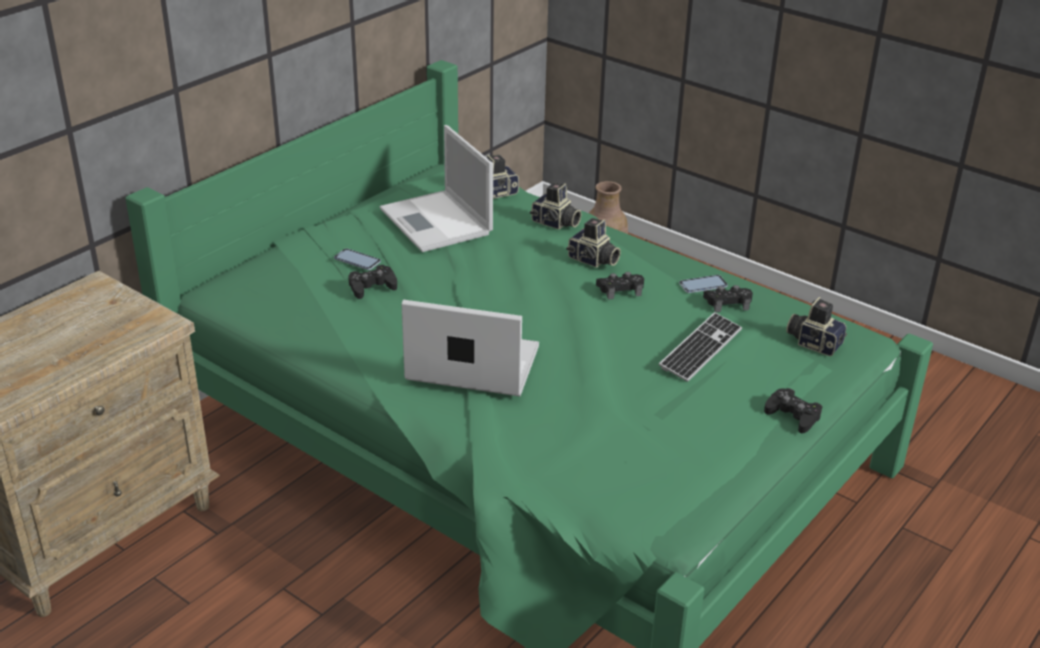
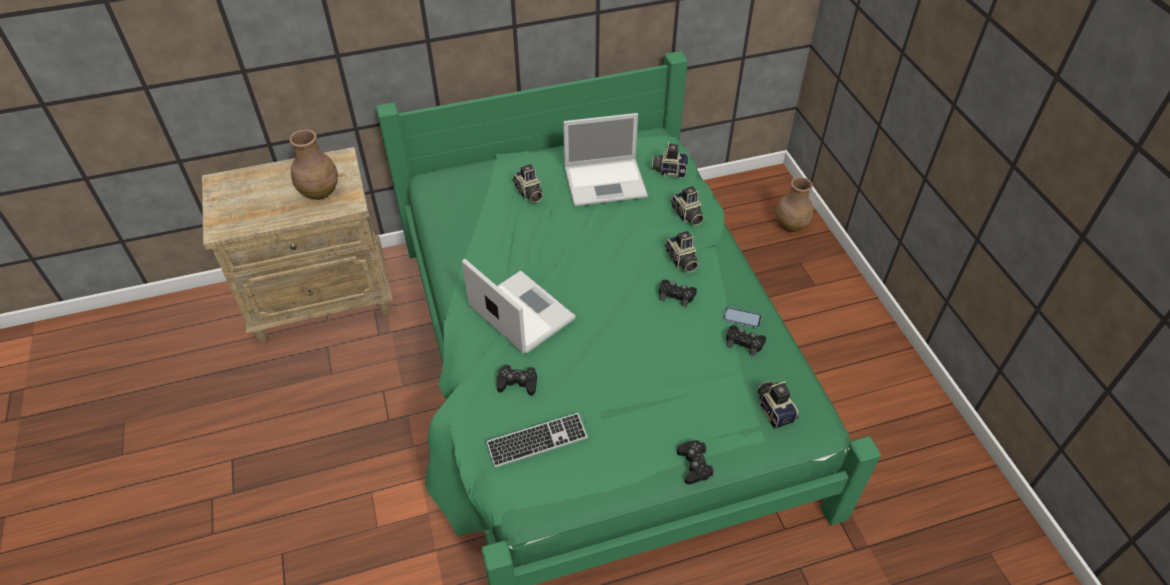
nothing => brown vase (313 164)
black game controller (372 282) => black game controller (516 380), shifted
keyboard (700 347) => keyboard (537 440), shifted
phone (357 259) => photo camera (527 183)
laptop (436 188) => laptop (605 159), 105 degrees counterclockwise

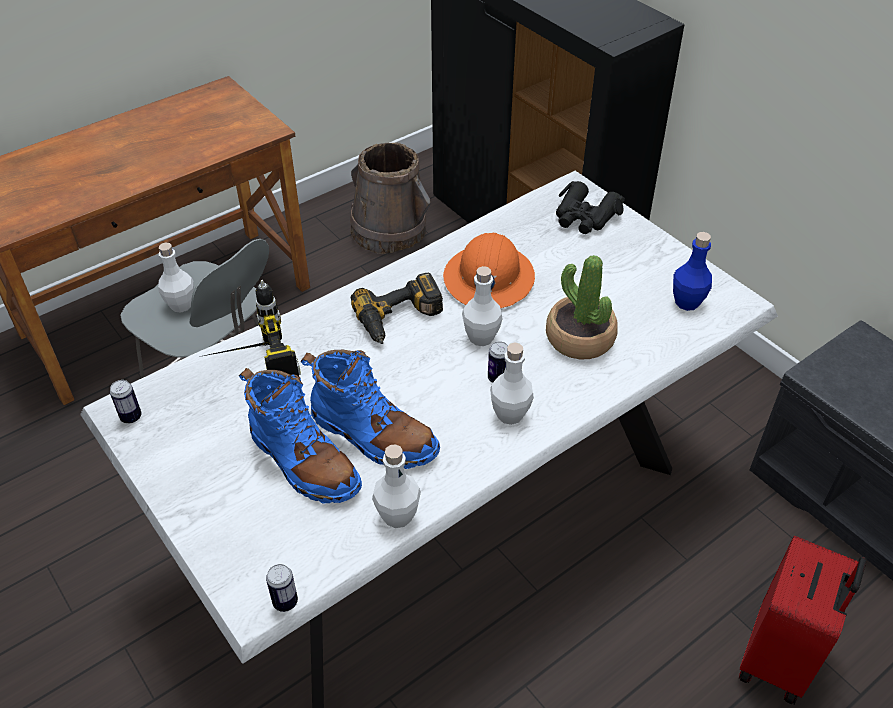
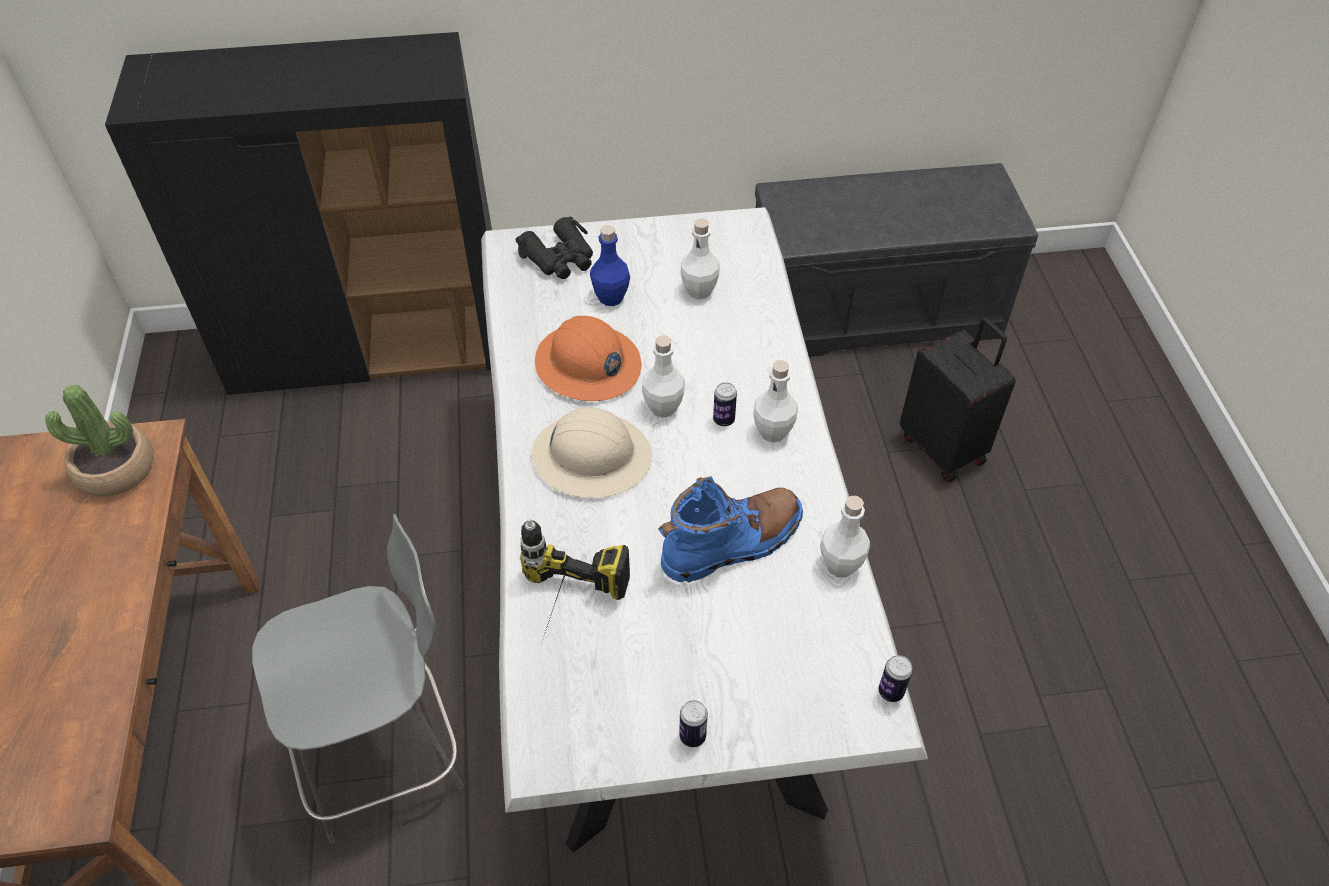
blue boot (300 436) => nothing
brown bucket (390 198) => nothing
can (126 401) => can (693 723), shifted
white bottle (176 277) => white bottle (700 258), shifted
potted plant (582 307) => potted plant (99 441), shifted
blue bottle (692 271) => blue bottle (610 265), shifted
power drill (397 308) => beige hard hat (592 452)
red suitcase (803 619) => black suitcase (958 400)

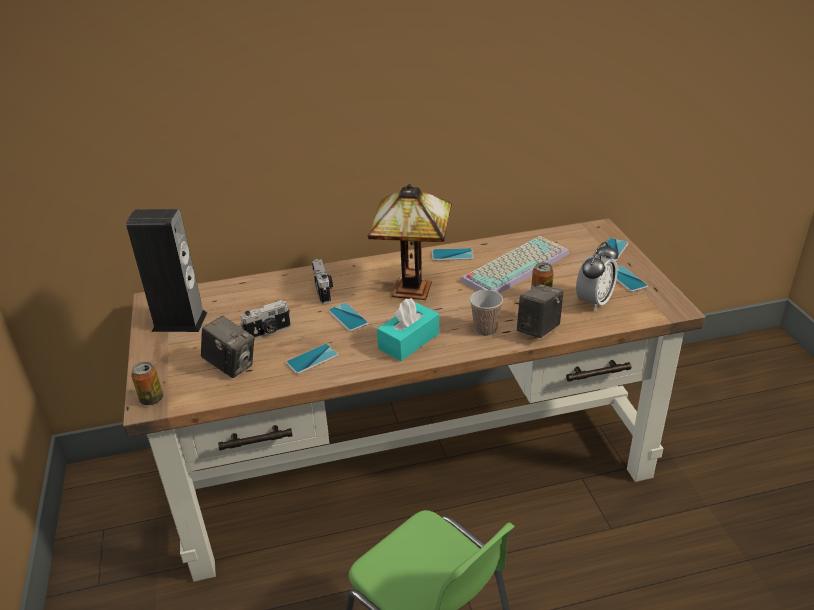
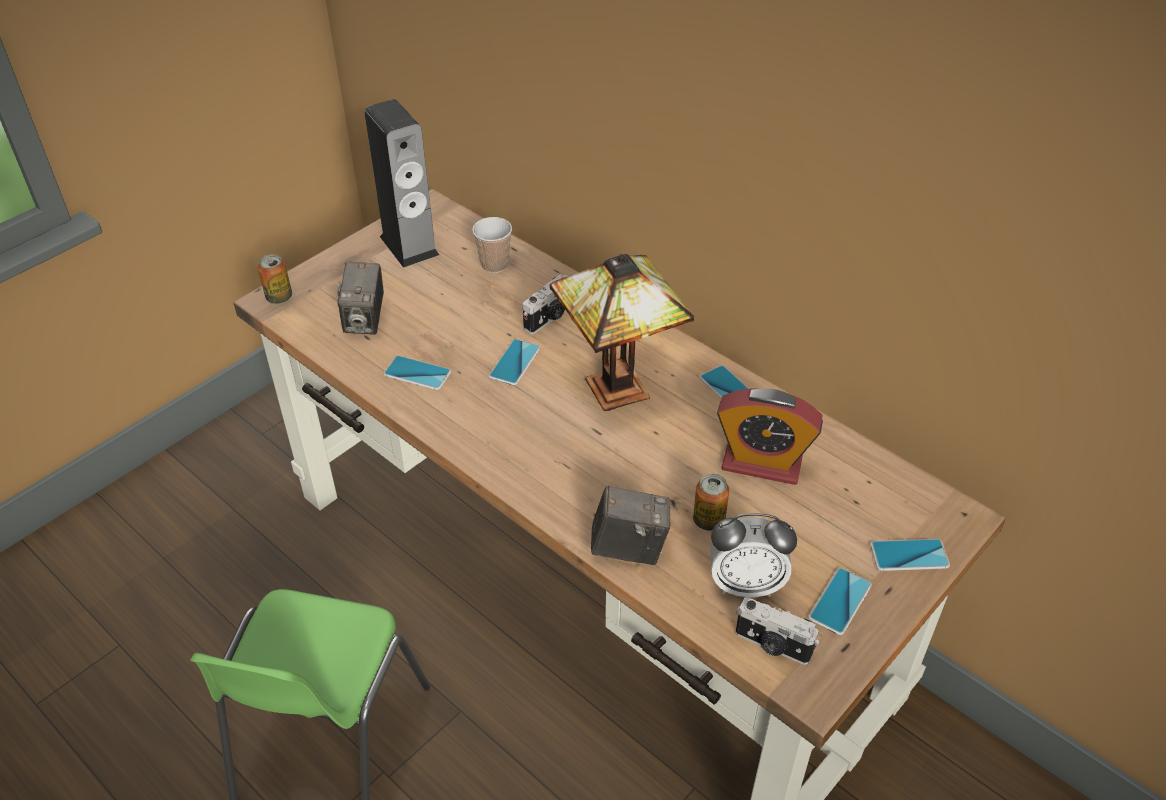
turquoise tissue box (408 329) => nothing
photo camera (265 319) => photo camera (777 631), shifted
cup (486 313) => cup (492 245), shifted
keyboard (515 264) => alarm clock (770 436)

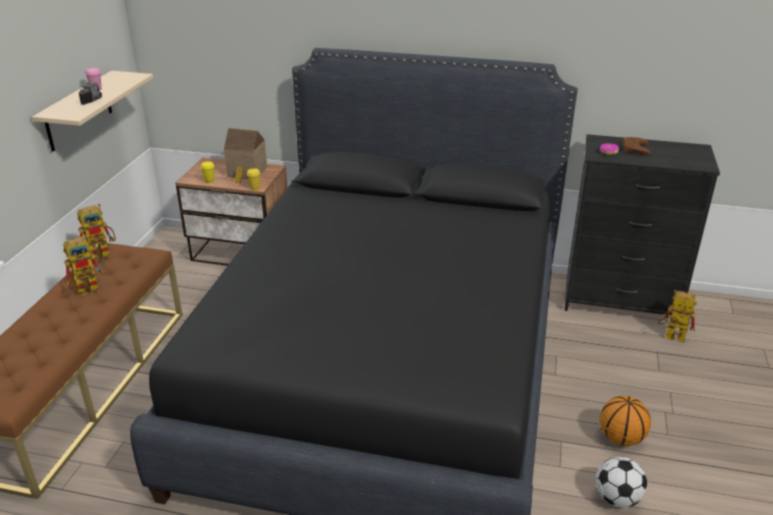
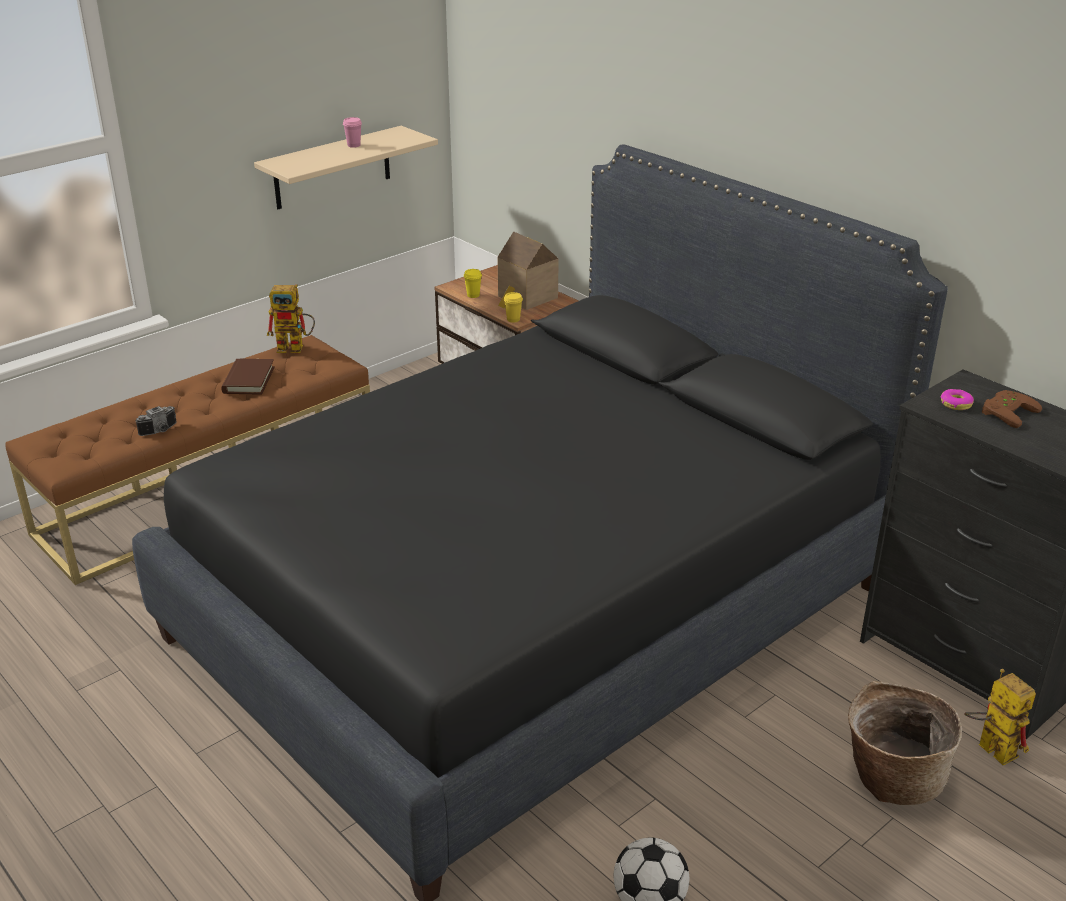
basketball (625 421) => nothing
nothing => basket (905 743)
photo camera (90 93) => photo camera (155 421), shifted
toy robot (84 266) => brown book (248 377)

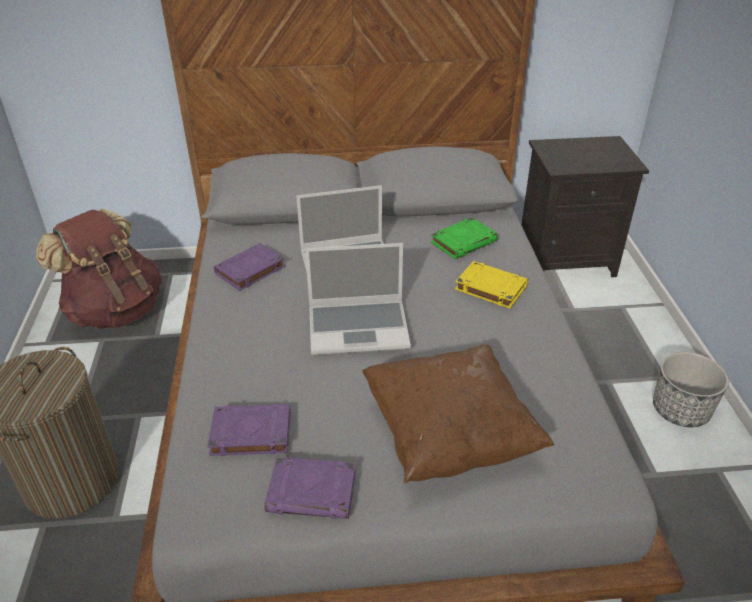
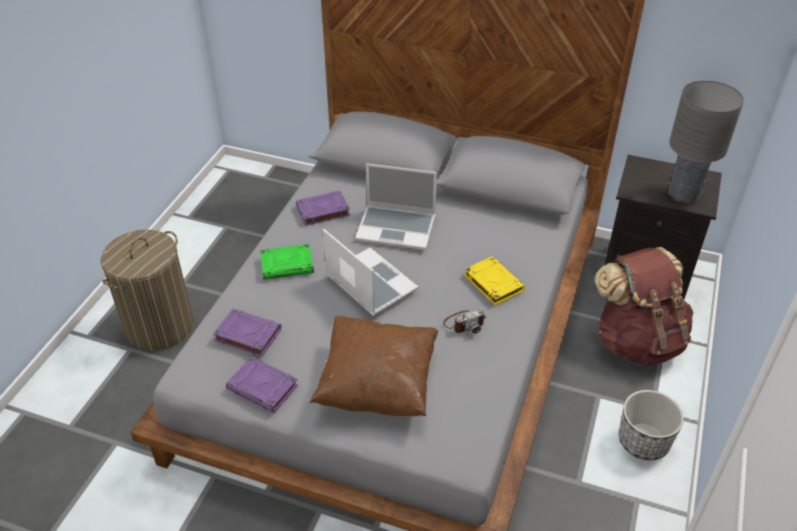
nothing => photo camera (464 322)
nothing => grey table lamp (706 141)
brown backpack (99 269) => brown backpack (644 306), shifted
green book (464 238) => green book (287 262), shifted
laptop (358 299) => laptop (370 272), 150 degrees counterclockwise

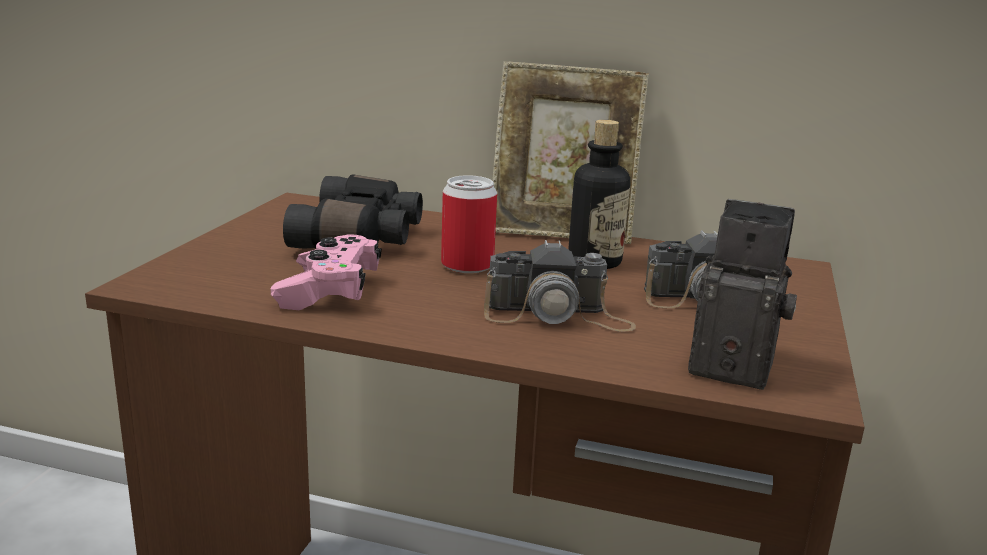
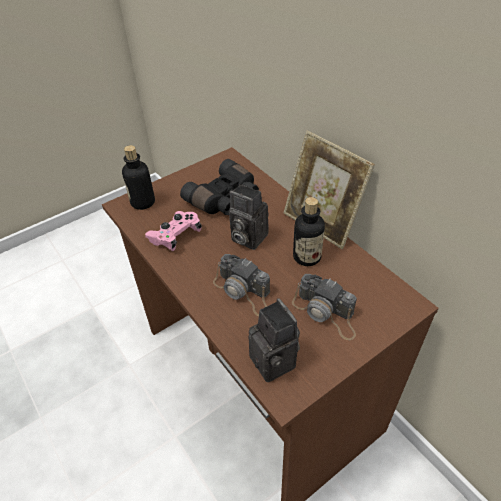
nothing => bottle (138 177)
can (469 224) => photo camera (249 217)

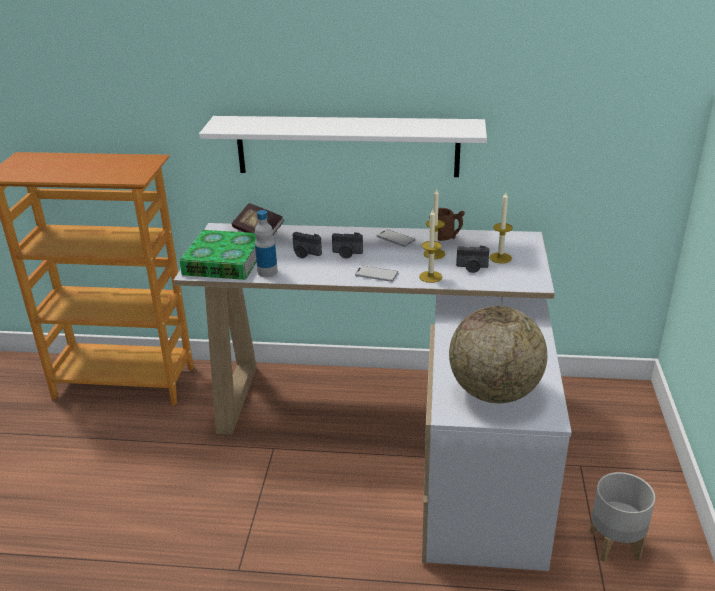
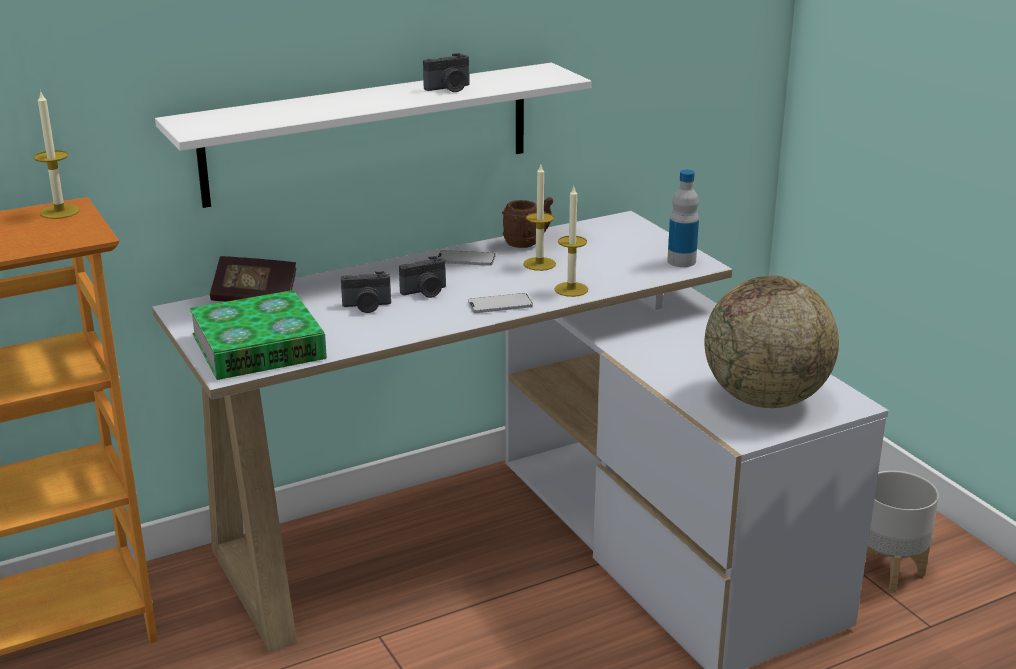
bottle (266 243) => bottle (683 218), shifted
photo camera (472 259) => photo camera (446 72), shifted
candle (501 228) => candle (57 154), shifted

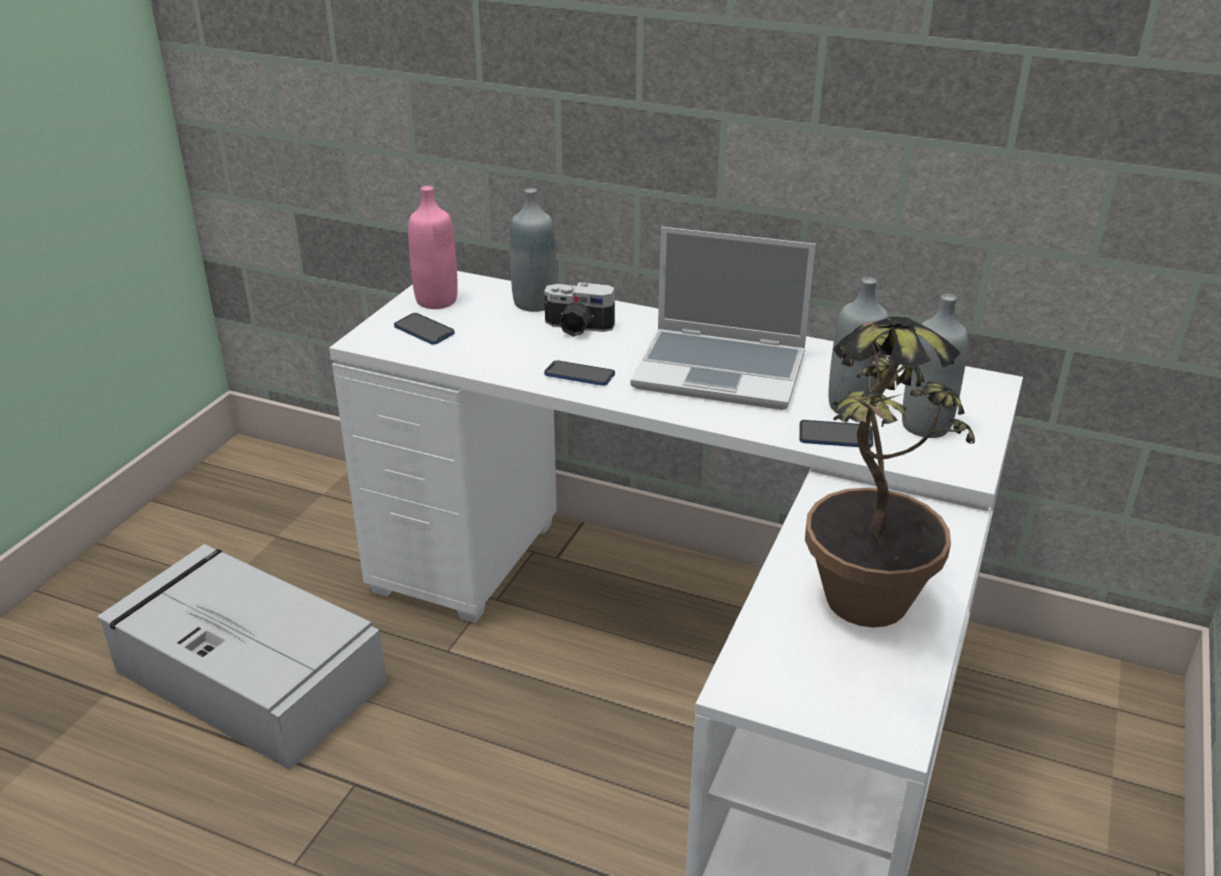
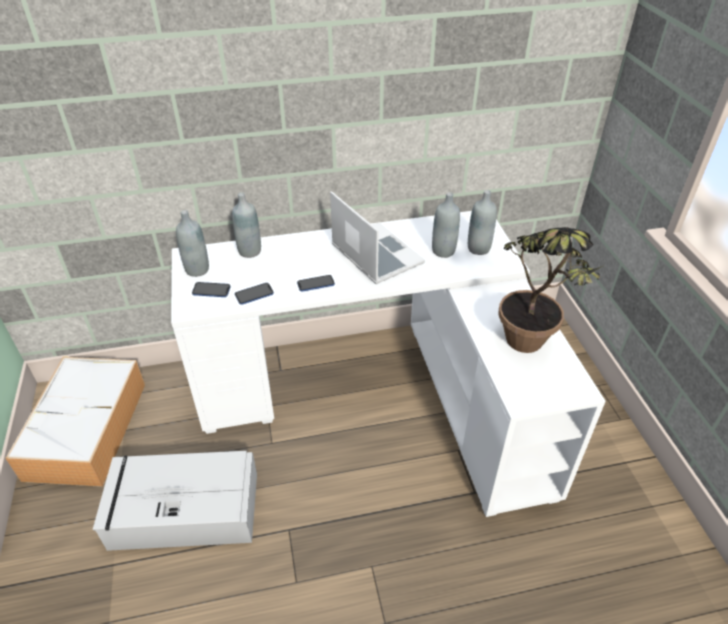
photo camera (579 309) => nothing
nothing => storage box (75 422)
phone (836 434) => phone (254 294), shifted
pink bottle (433 247) => grey bottle (192 243)
laptop (723 318) => laptop (377 237), 105 degrees counterclockwise

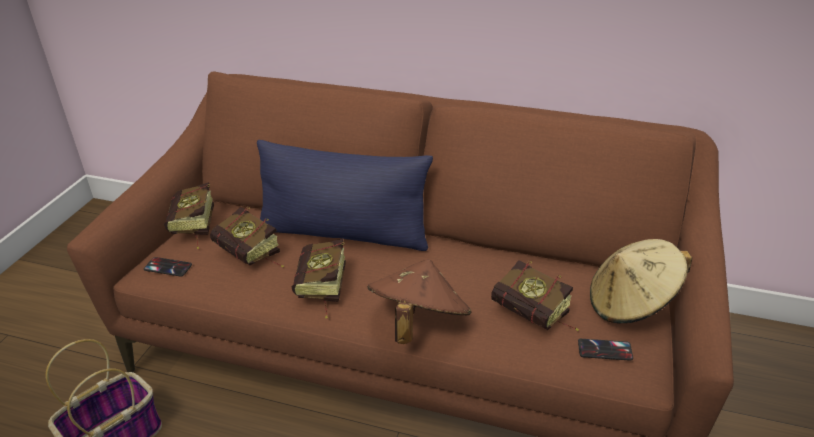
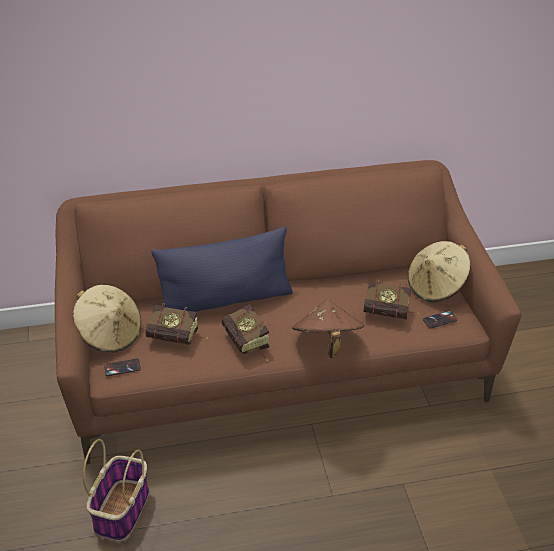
book (189 215) => beige hat (107 319)

